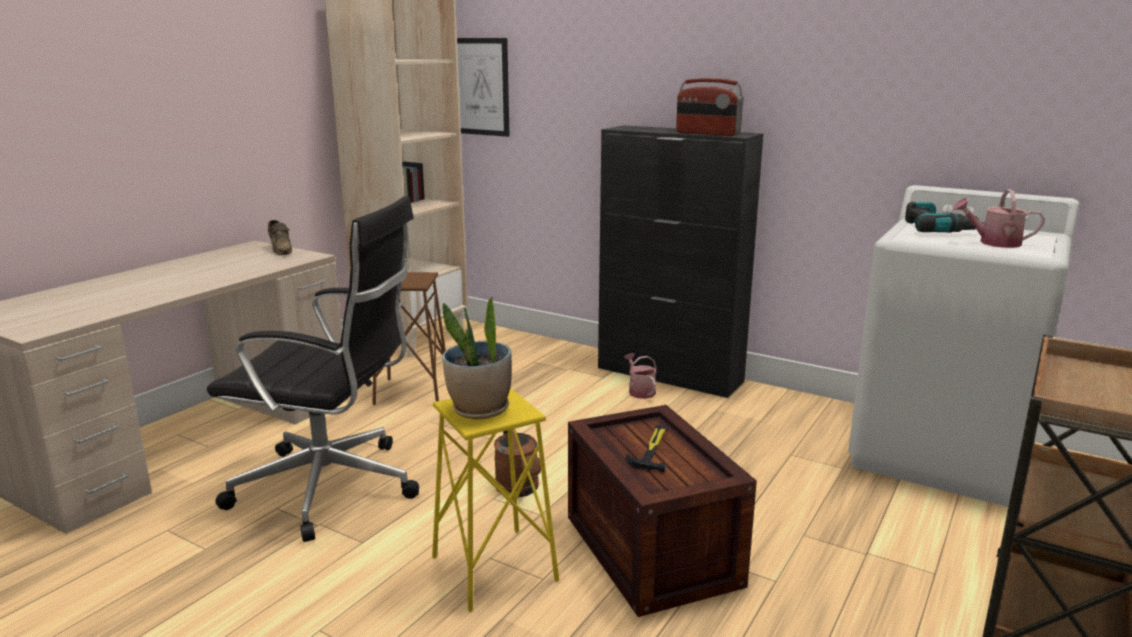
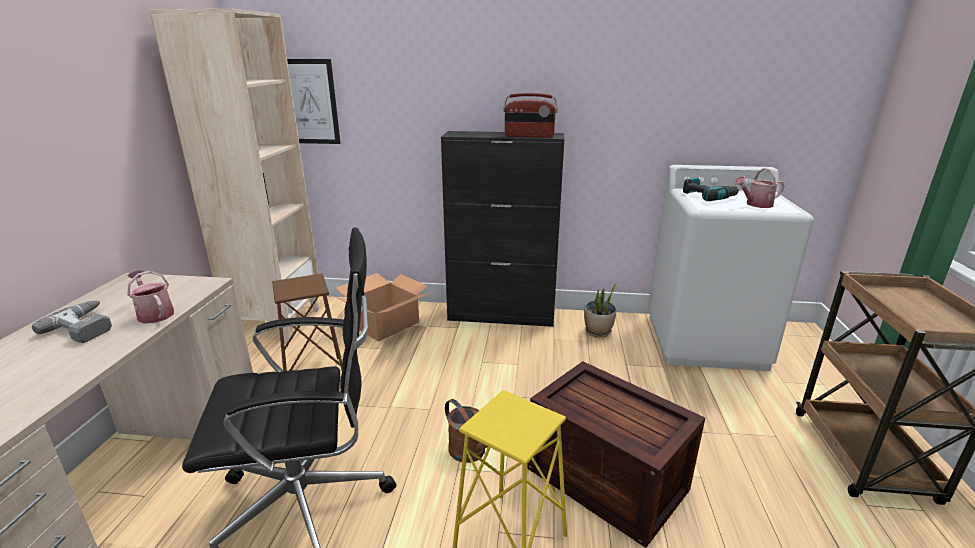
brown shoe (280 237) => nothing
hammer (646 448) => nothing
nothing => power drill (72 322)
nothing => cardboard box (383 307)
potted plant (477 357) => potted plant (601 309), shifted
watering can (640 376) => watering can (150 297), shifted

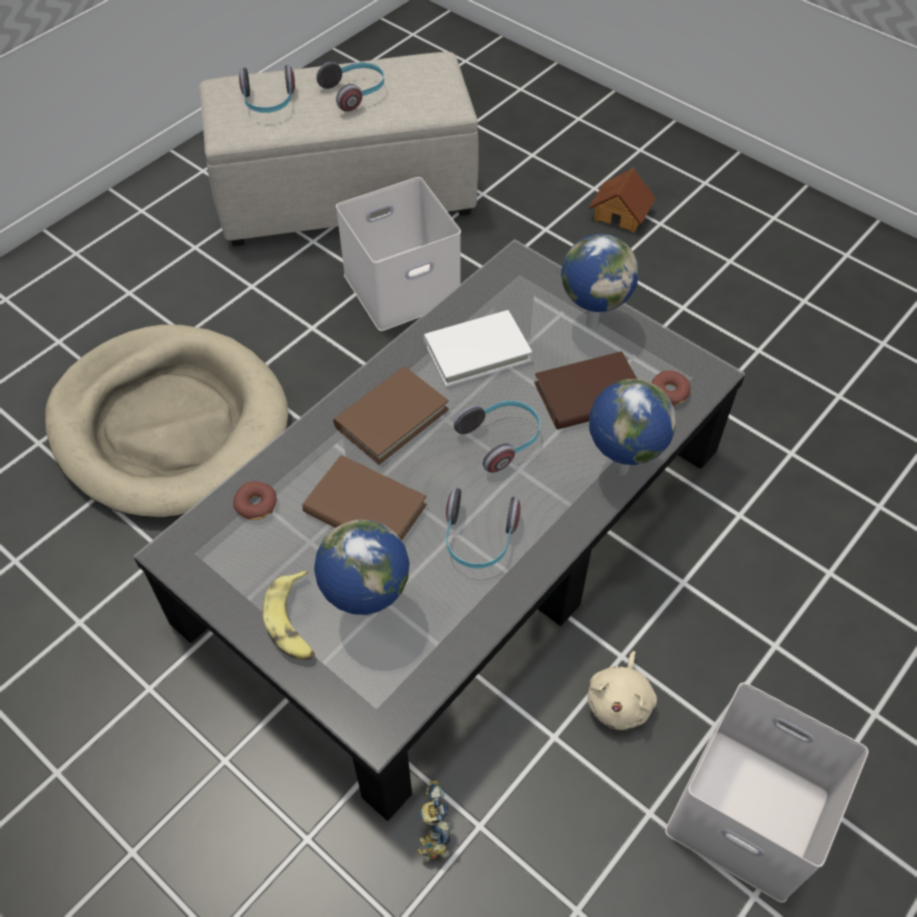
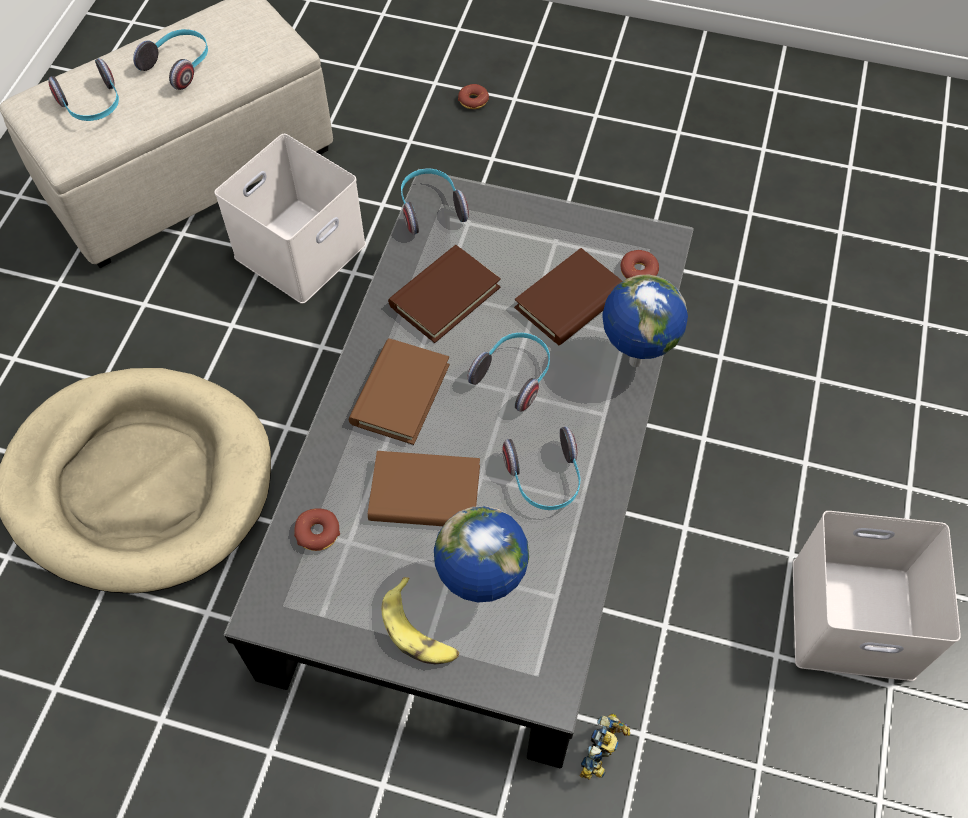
globe (600 281) => nothing
beige plush toy (622 690) => nothing
nothing => headphones (435 202)
toy house (622 200) => donut (473 96)
white book (478 348) => brown book (444 294)
toy robot (434 819) => toy robot (605 747), 120 degrees counterclockwise

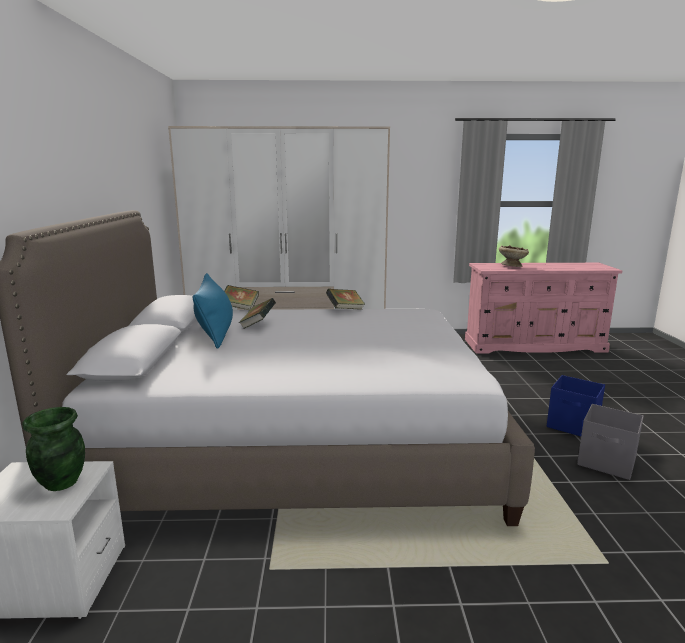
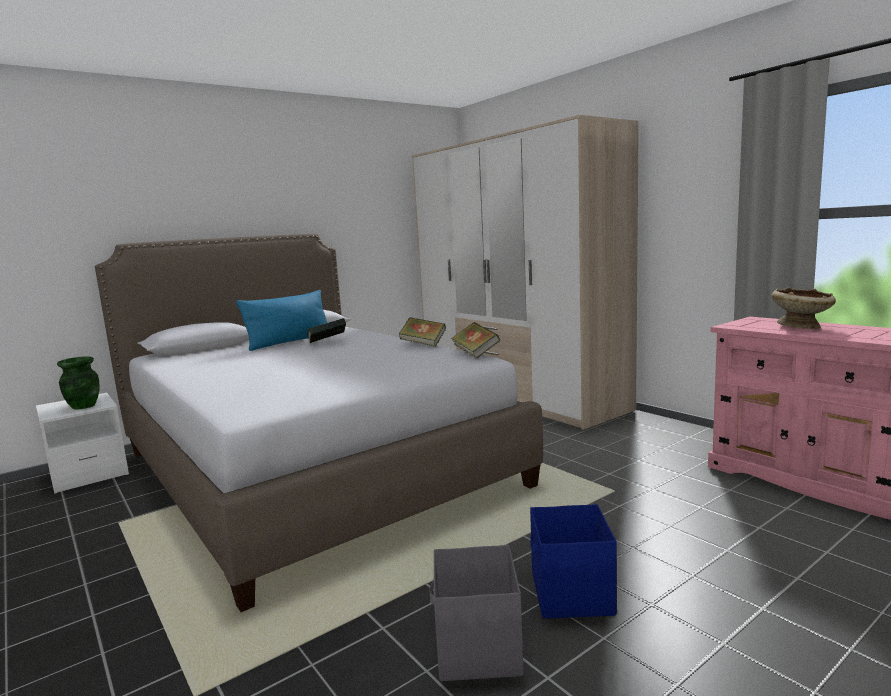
book (241 298) => book (475 340), shifted

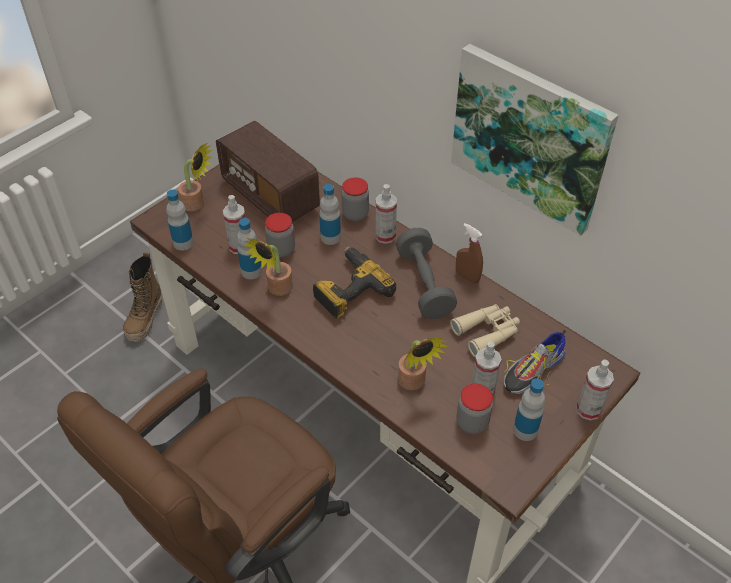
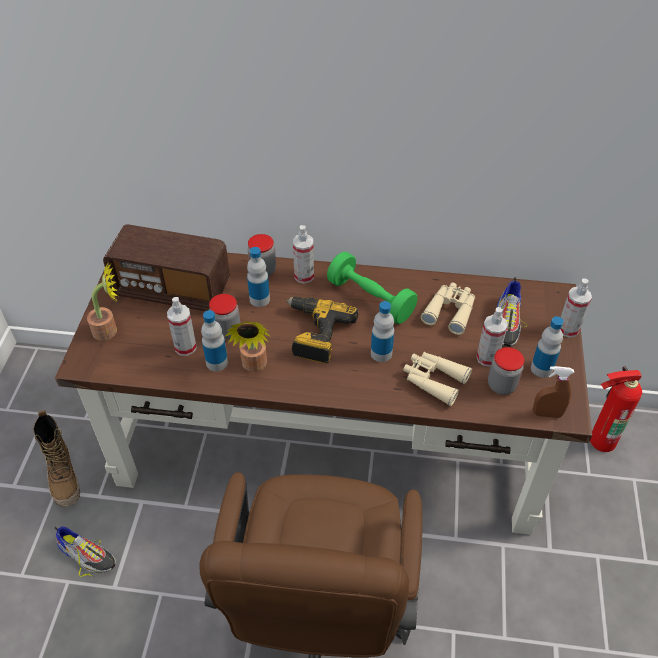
picture (535 140) => nothing
nothing => shoe (85 551)
nothing => fire extinguisher (616 409)
bottle (180 220) => bottle (382 331), shifted
brown spray bottle (469 253) => brown spray bottle (553 392), shifted
potted plant (423 363) => beige binoculars (437 379)
grey dumbbell (426 273) => green dumbbell (372 288)

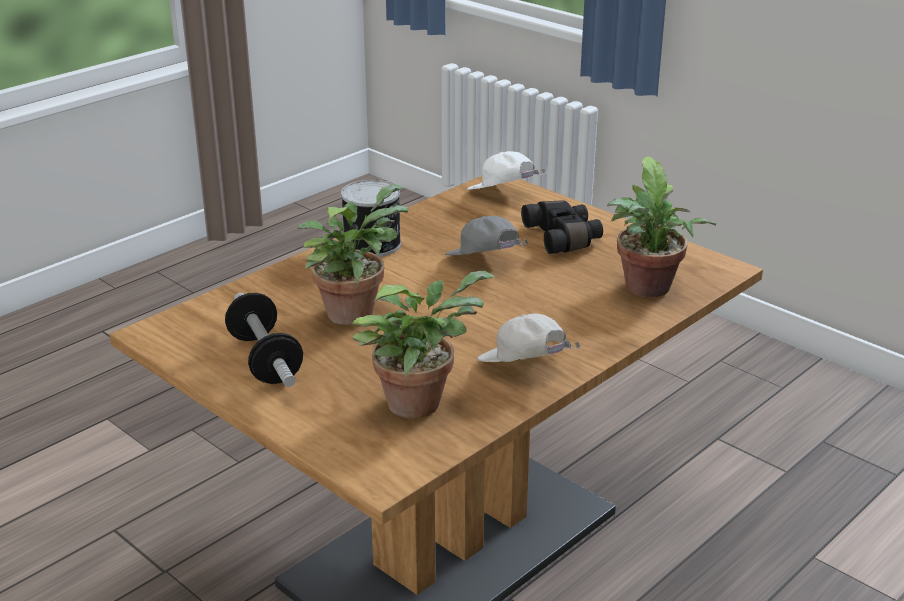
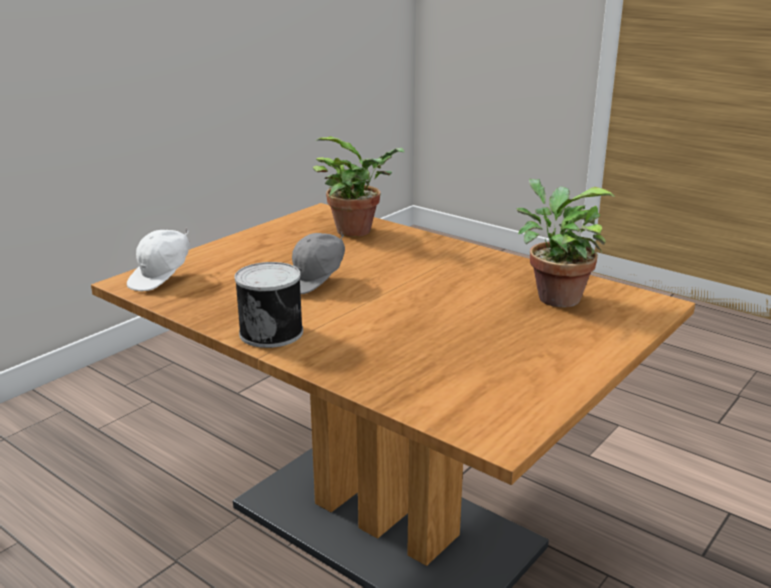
dumbbell (264 340) => nothing
potted plant (352 254) => nothing
white cap (529 337) => nothing
black binoculars (562 227) => nothing

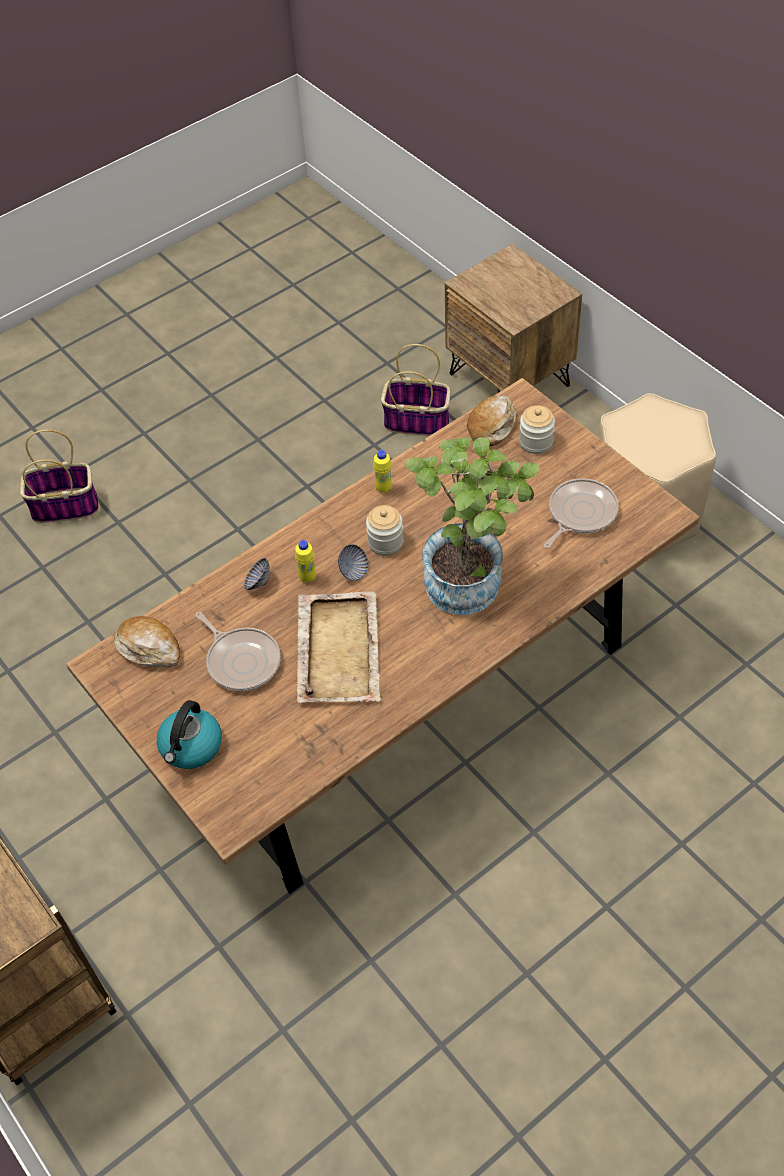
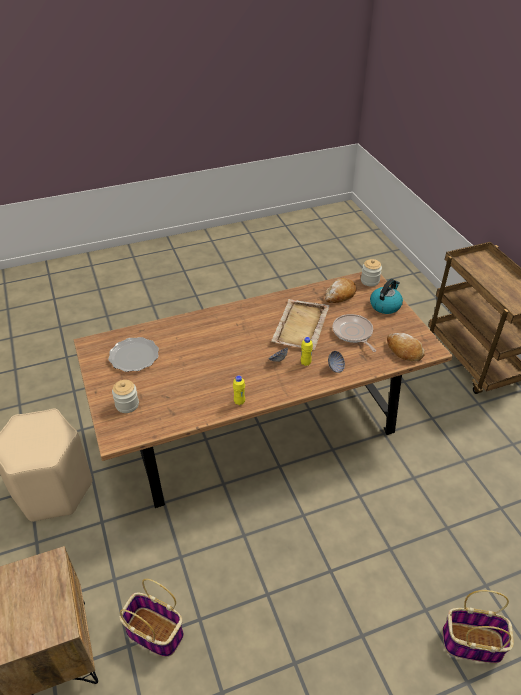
potted plant (472 526) => nothing
jar (385 530) => jar (371 272), shifted
bread (491 420) => bread (340 290), shifted
frying pan (581 513) => plate (133 354)

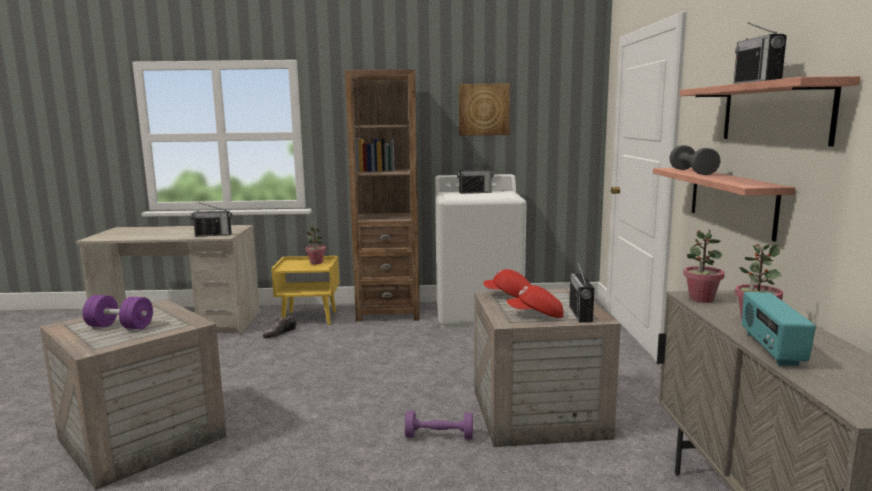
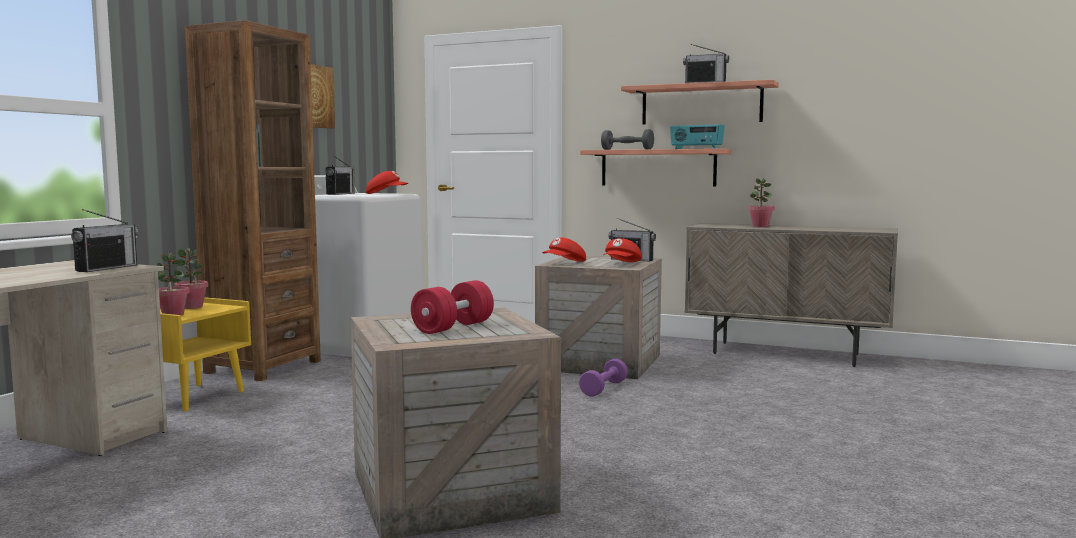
shoe (280 327) => nothing
nothing => red cap (387 182)
potted plant (704 266) => potted plant (173 284), shifted
radio (779 329) => radio (697 136), shifted
purple dumbbell (118 312) => red dumbbell (452 307)

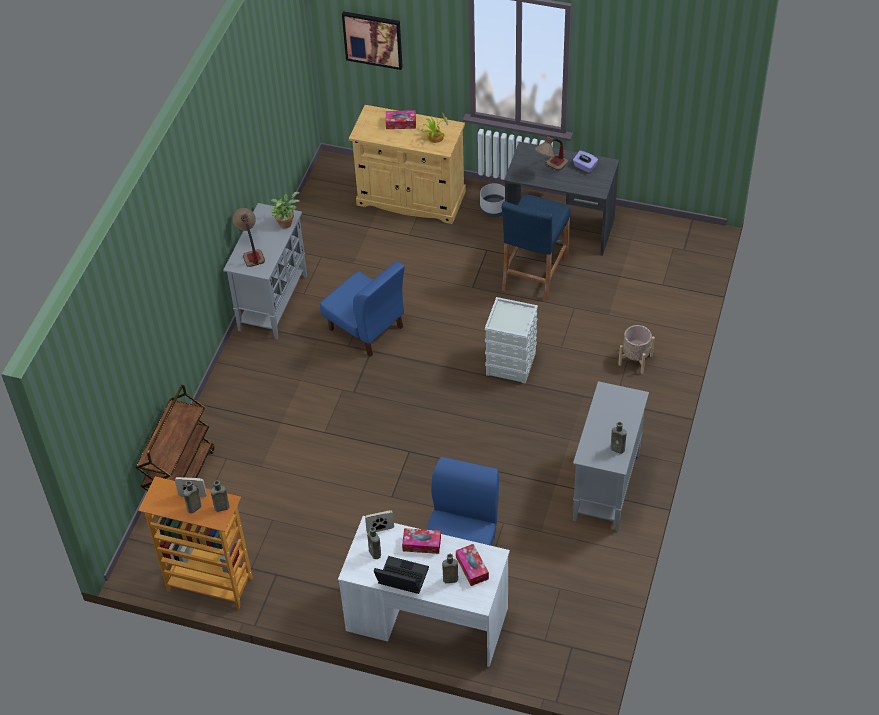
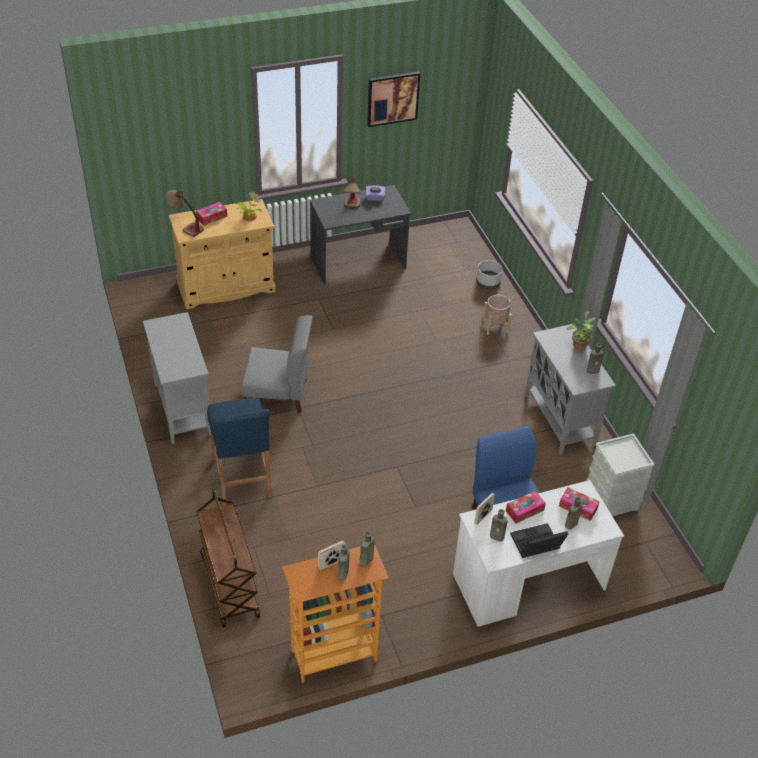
table lamp (248 237) => table lamp (184 213), shifted
potted plant (285 210) => potted plant (581 331), shifted
picture (372 40) => picture (393 99), shifted
grey planter (492 200) => grey planter (489 274), shifted
grey storage box (511 340) => grey storage box (620 474), shifted
blue stool (536 248) => blue stool (239 451), shifted
blue chair (362 309) => grey chair (277 364)

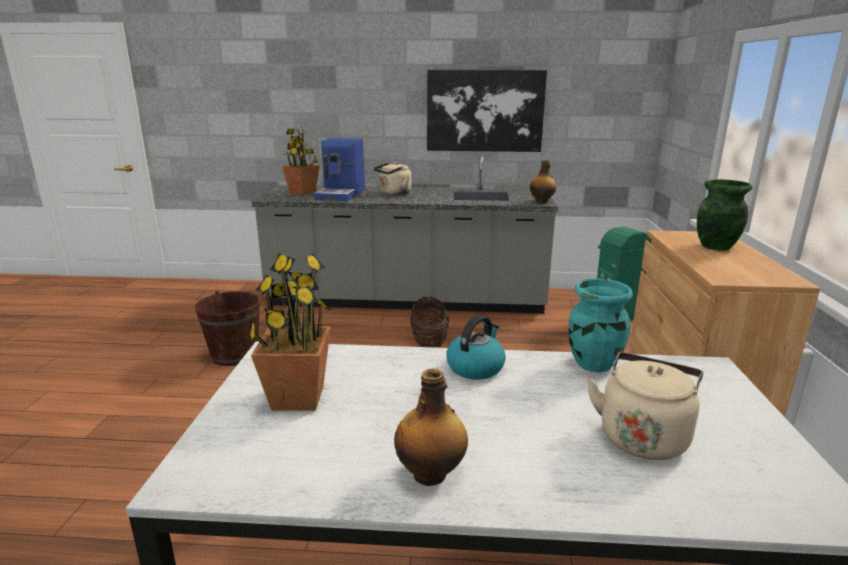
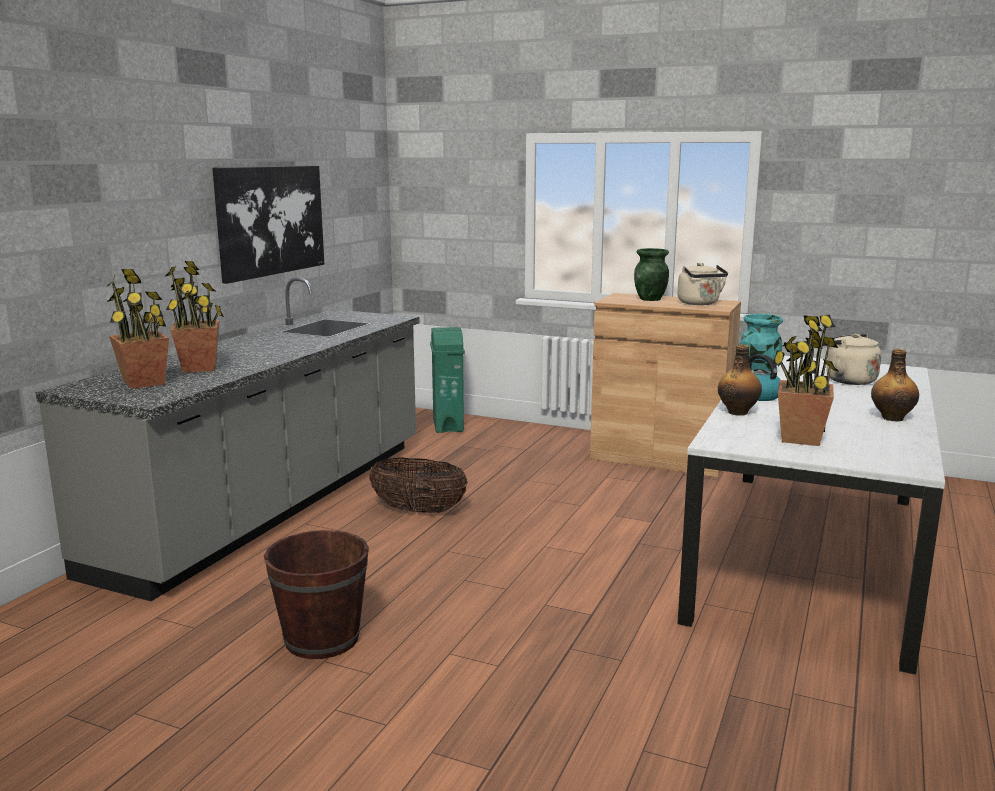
beige kettle (393 178) => beige kettle (703 284), shifted
bottle (543 181) => bottle (740 380), shifted
coffee machine (339 169) => potted plant (194 317)

